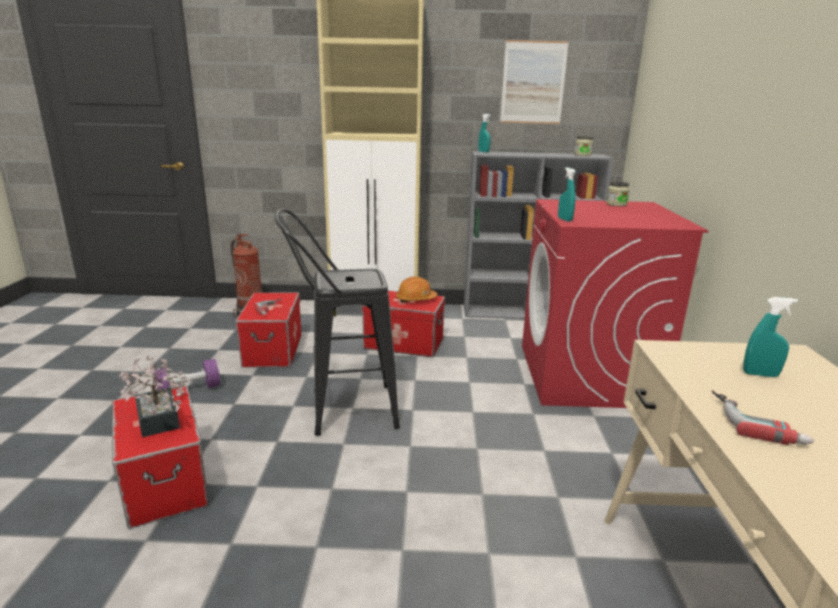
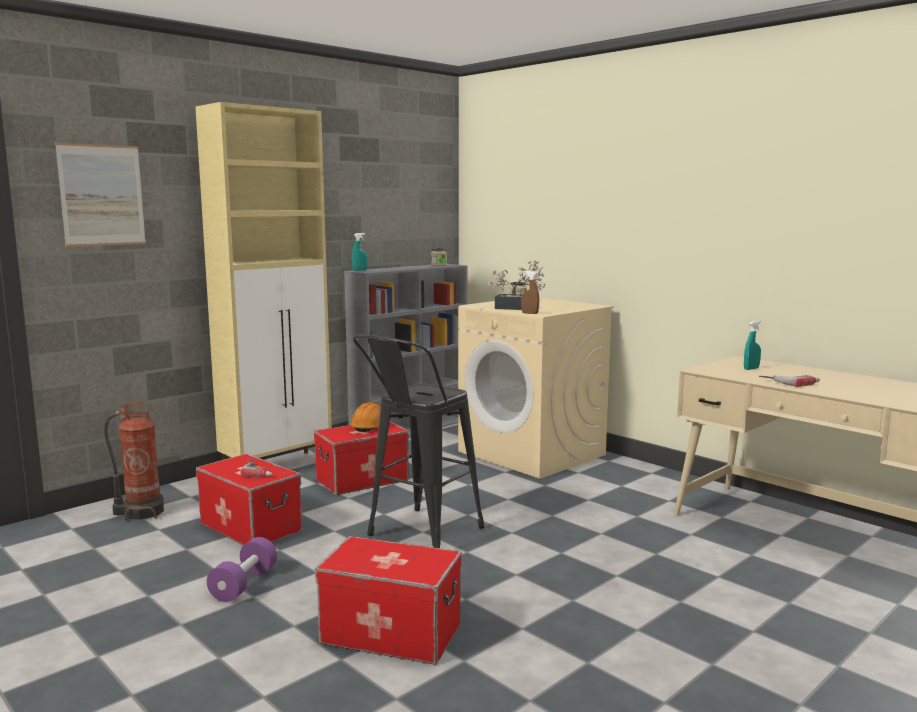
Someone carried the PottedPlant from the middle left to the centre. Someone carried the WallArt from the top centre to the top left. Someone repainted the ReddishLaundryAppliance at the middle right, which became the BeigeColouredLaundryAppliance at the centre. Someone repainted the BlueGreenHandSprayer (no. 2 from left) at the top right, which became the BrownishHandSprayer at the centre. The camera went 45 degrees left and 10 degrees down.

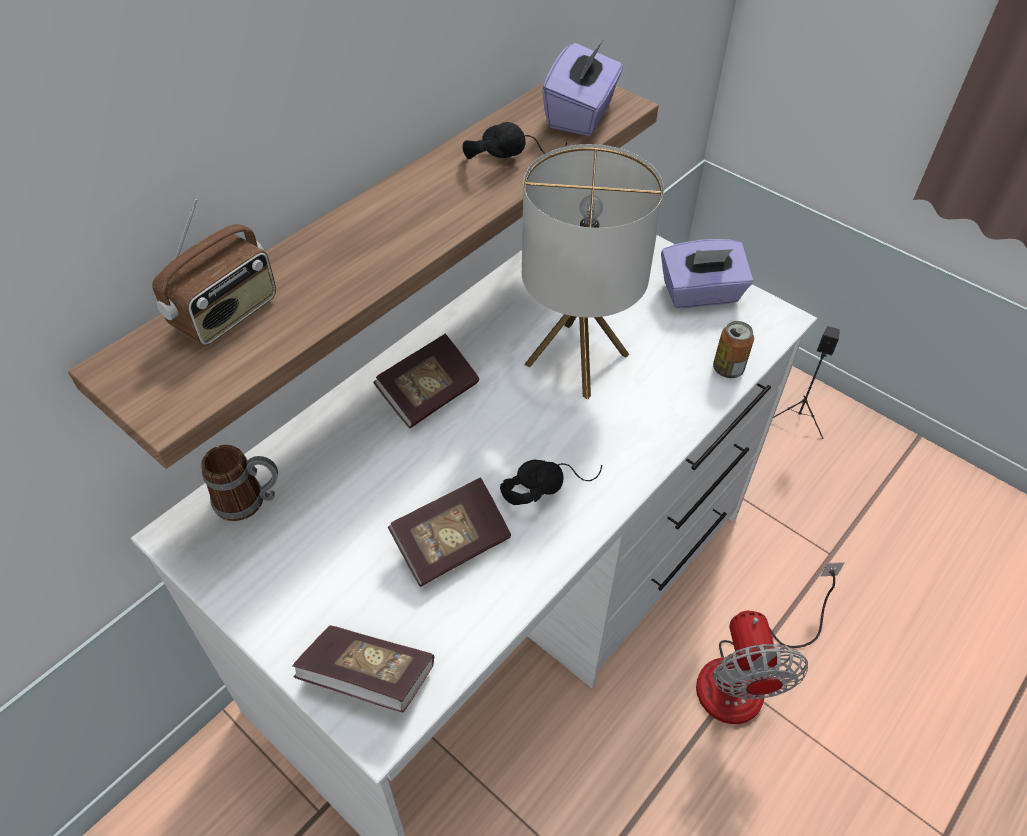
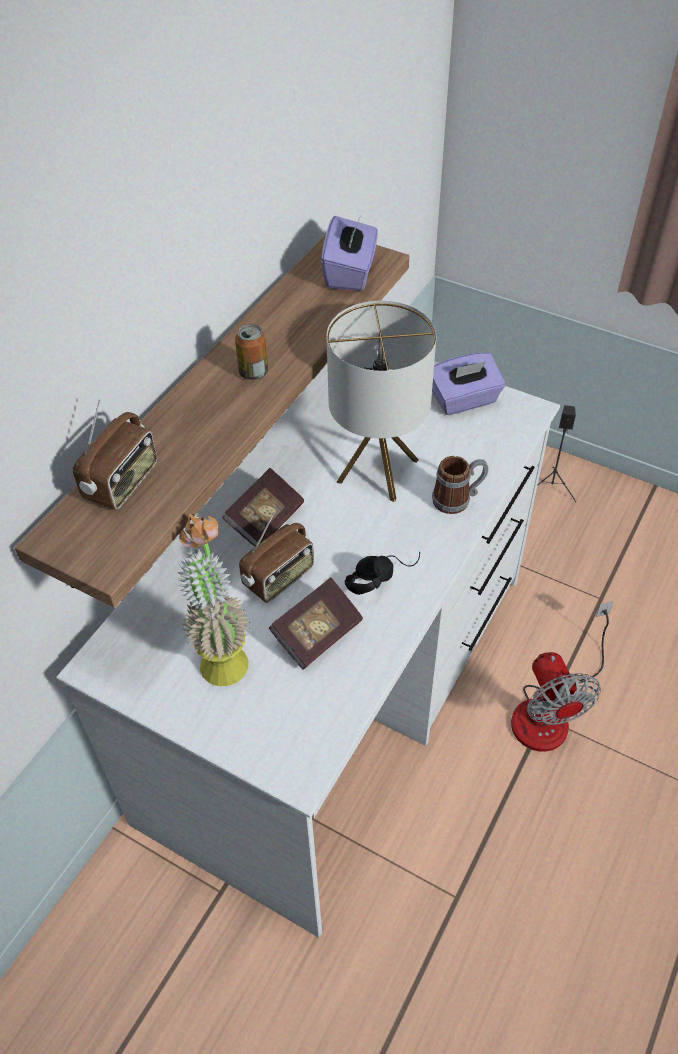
Someone took away the Volume (no. 1 from left) at the bottom centre. Someone took away the BlackHeadphones (no. 1 from left) at the top centre. Someone put down the PottedPlant at the middle left. Someone put down the Radio (no. 2 from left) at the centre. Someone carried the Mug from the middle left to the middle right. Someone carried the SealedCan from the middle right to the centre. The camera went 10 degrees left and 0 degrees up.

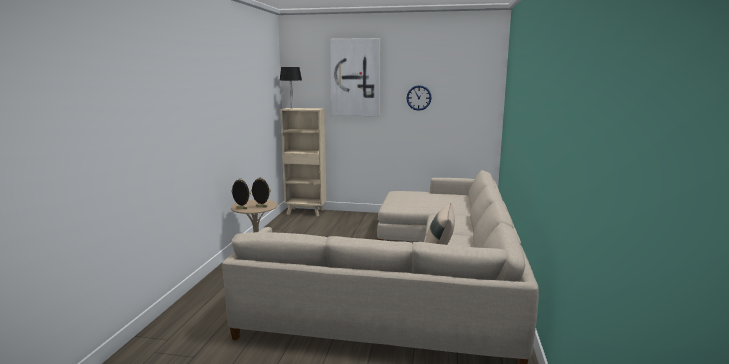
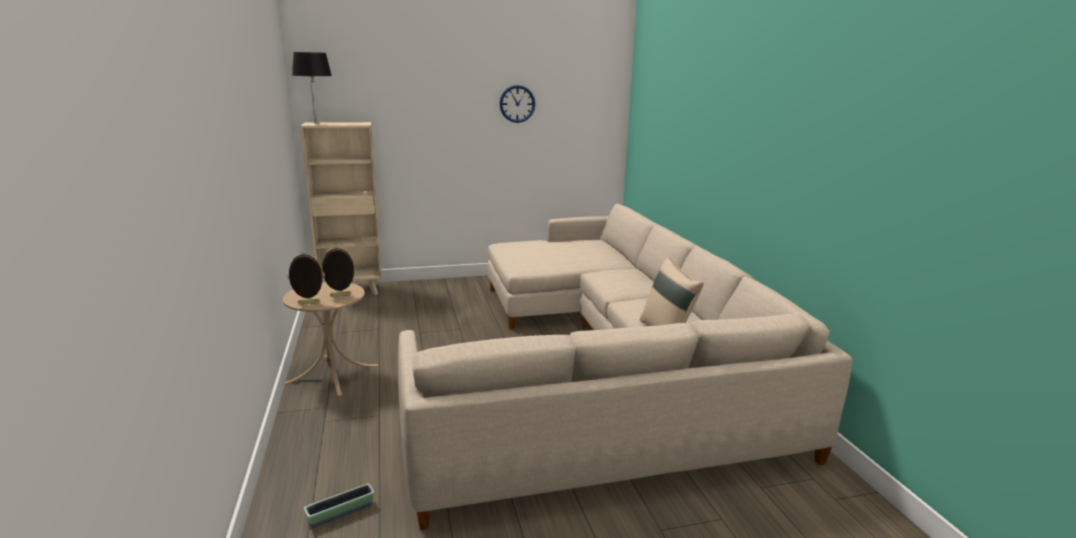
Someone took away the WallArt at the top centre. Someone put down the PlantPot at the bottom left. The camera went 25 degrees left and 5 degrees up.

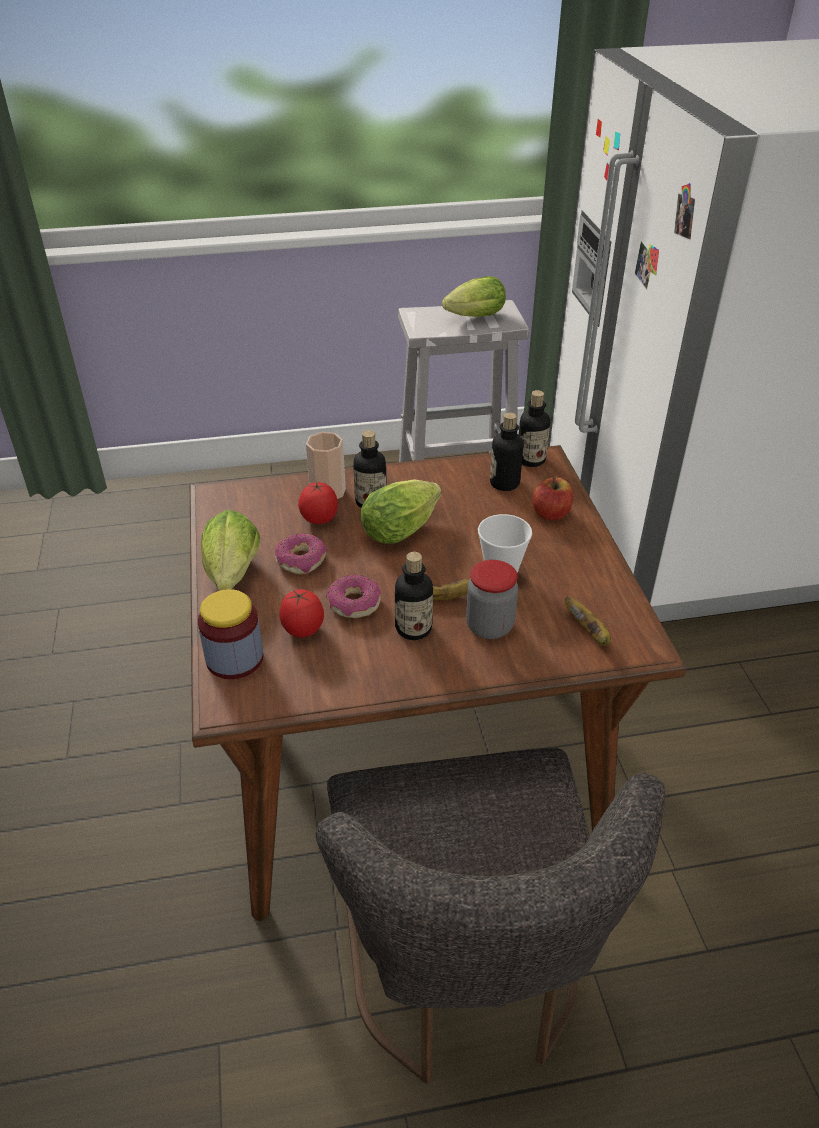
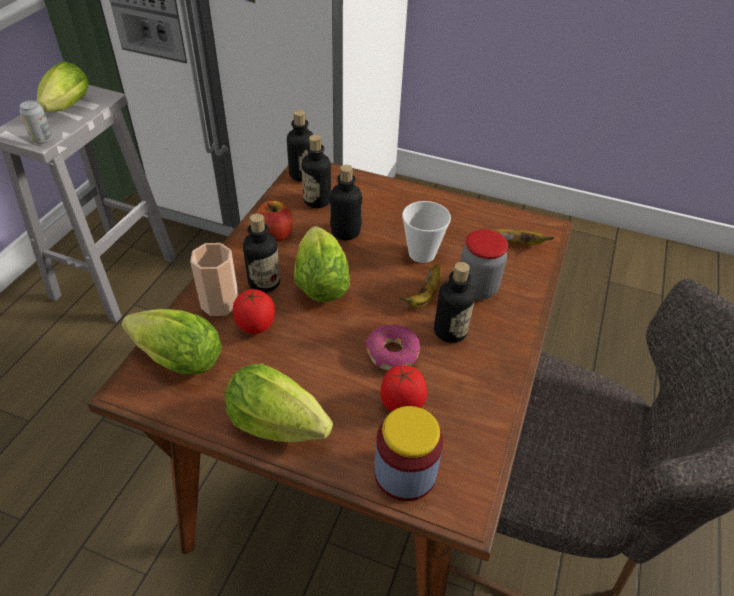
Someone took away the Doughnut (no. 1 from left) at the centre. Someone put down the SealedCan at the top left. Someone put down the HeadOfLettuce (no. 2 from left) at the middle left. Someone put down the BeverageBottle (no. 4 from left) at the centre. Someone carried the AppleFruit from the middle right to the centre. The camera went 60 degrees left and 5 degrees up.

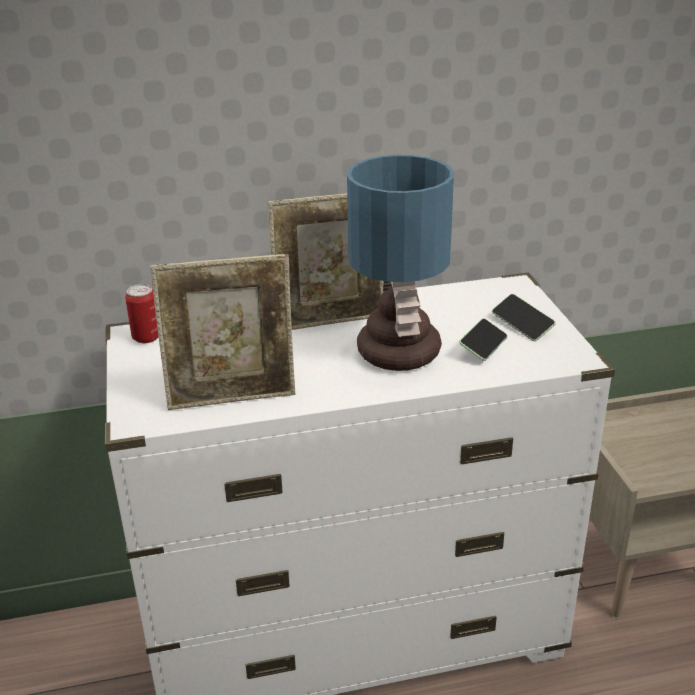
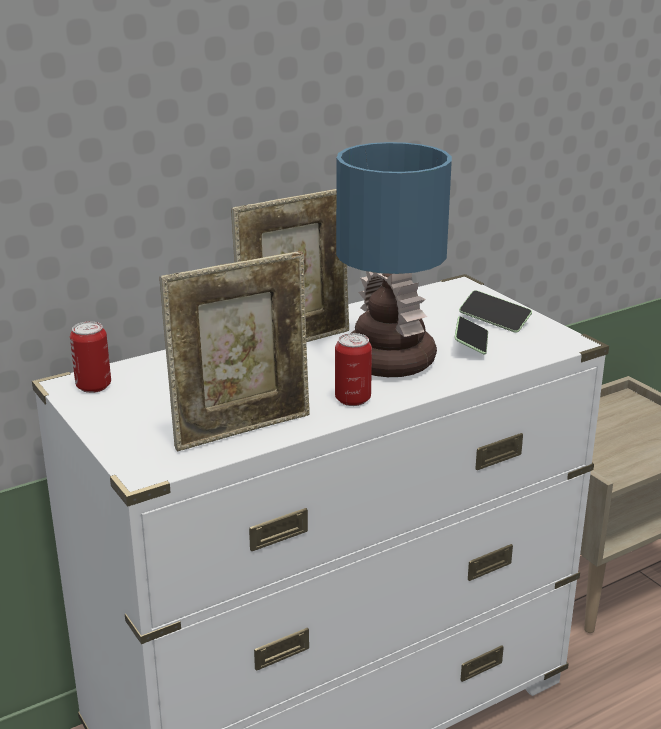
Someone put down the SealedCan (no. 2 from left) at the centre. The camera went 20 degrees left and 5 degrees down.

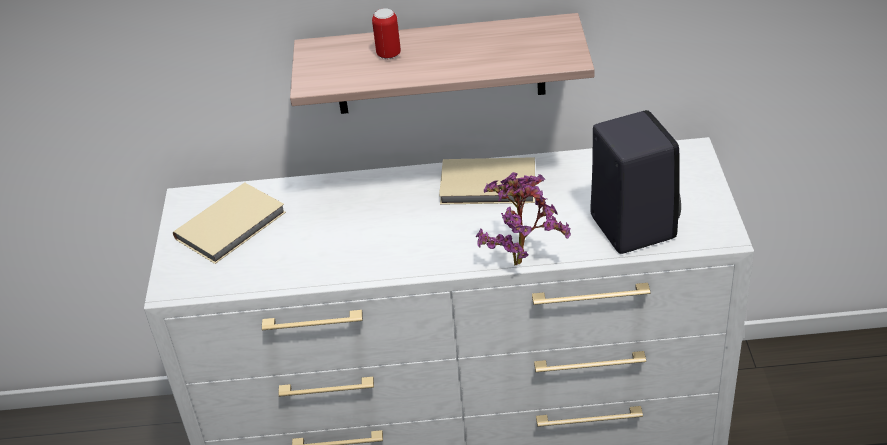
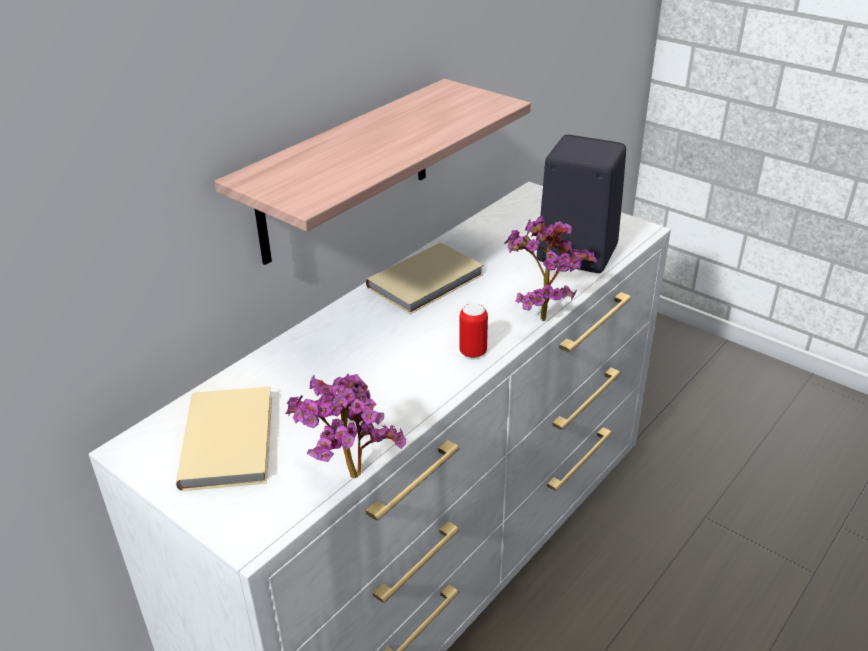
Someone put down the PottedPlant (no. 1 from left) at the centre. Someone carried the SealedCan from the top centre to the centre. The camera went 50 degrees left and 5 degrees down.

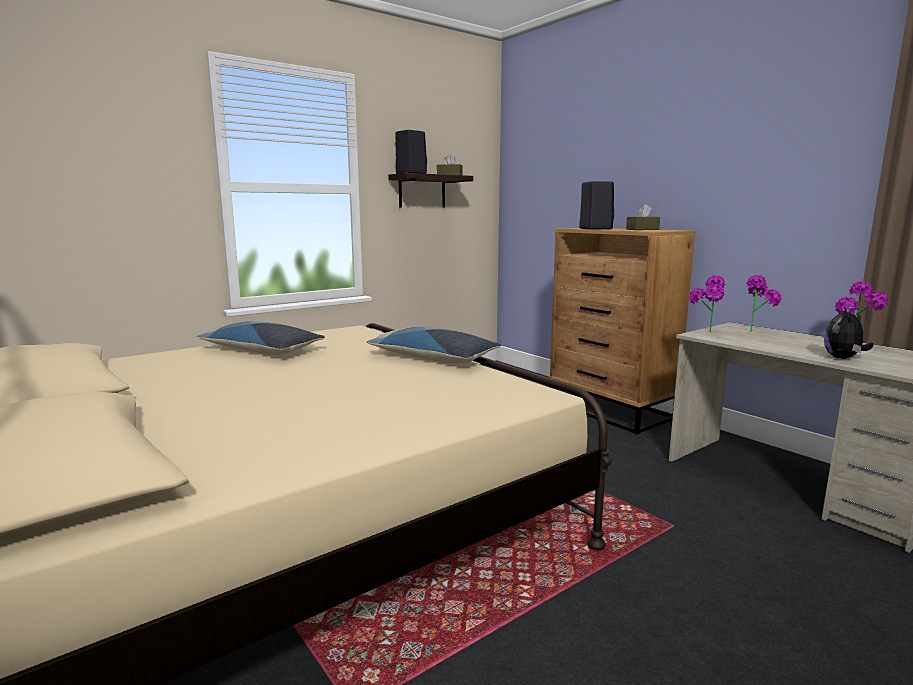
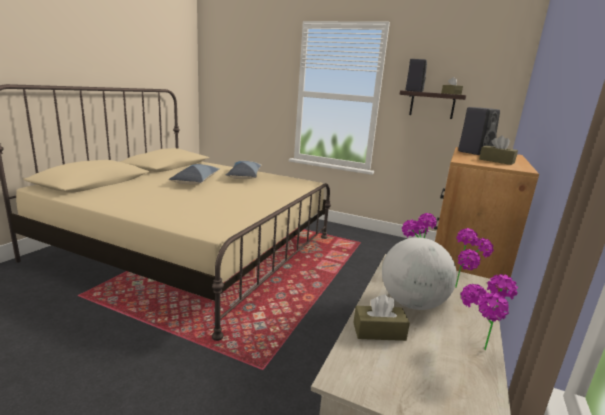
Someone put down the Globe at the middle right. Someone carried the Pillow (no. 2 from left in the first image) from the centre to the middle left. Someone swapped the CuddlyToy at the middle right for the BrownishBoxOfTissues (no. 1 from left) at the bottom centre. The camera went 60 degrees right and 5 degrees up.

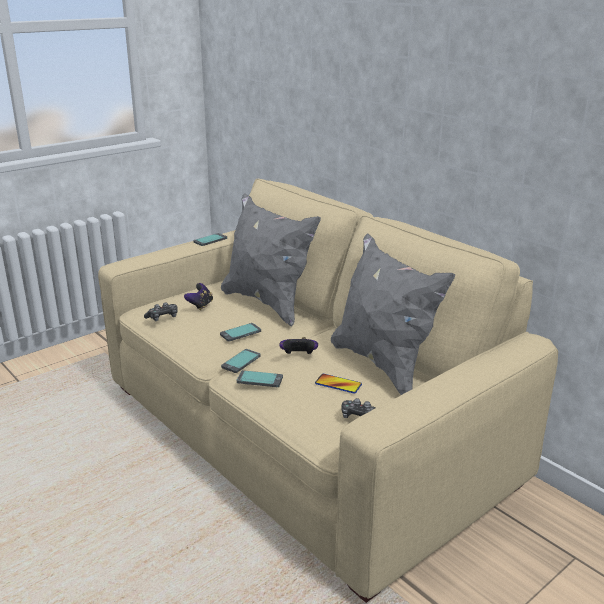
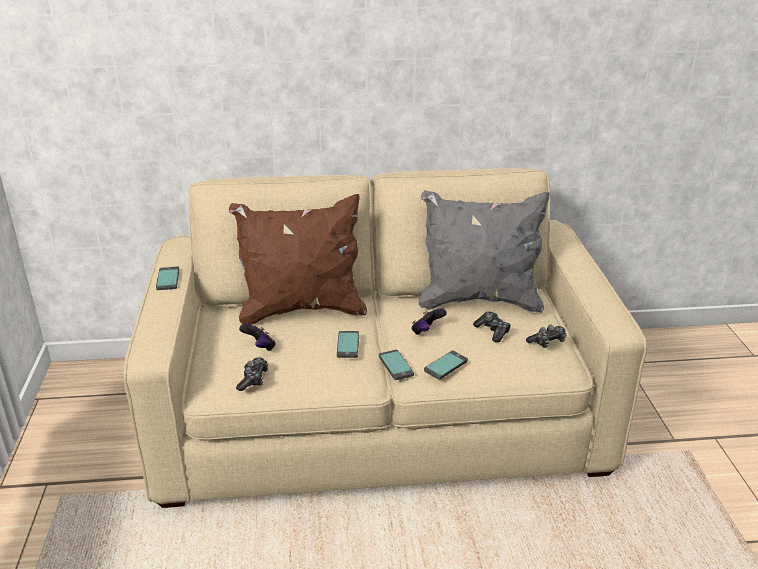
Someone swapped the Phone (no. 5 from left) at the centre for the GameController (no. 4 from left) at the centre. Someone repainted the GreyishPillow (no. 1 from left) at the centre, which became the BrownishPillow at the centre. The camera went 55 degrees left and 5 degrees up.

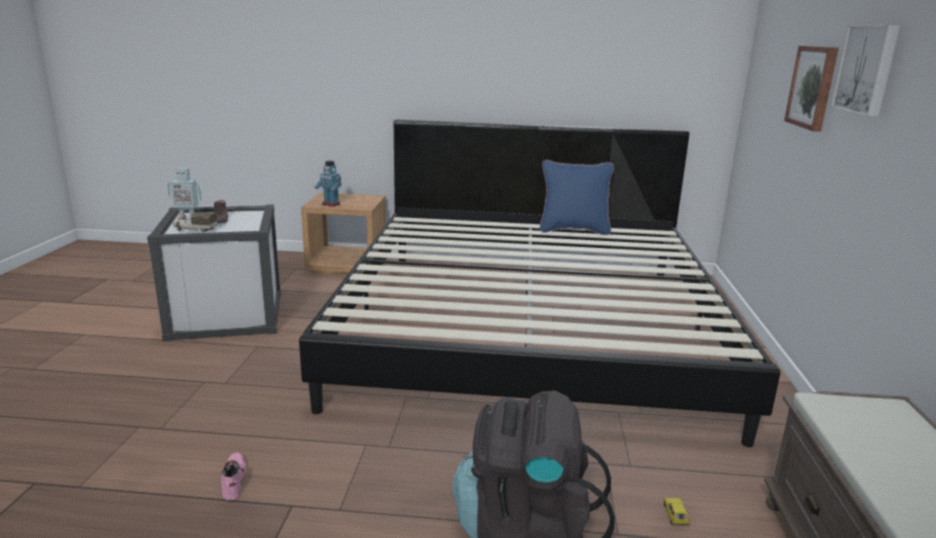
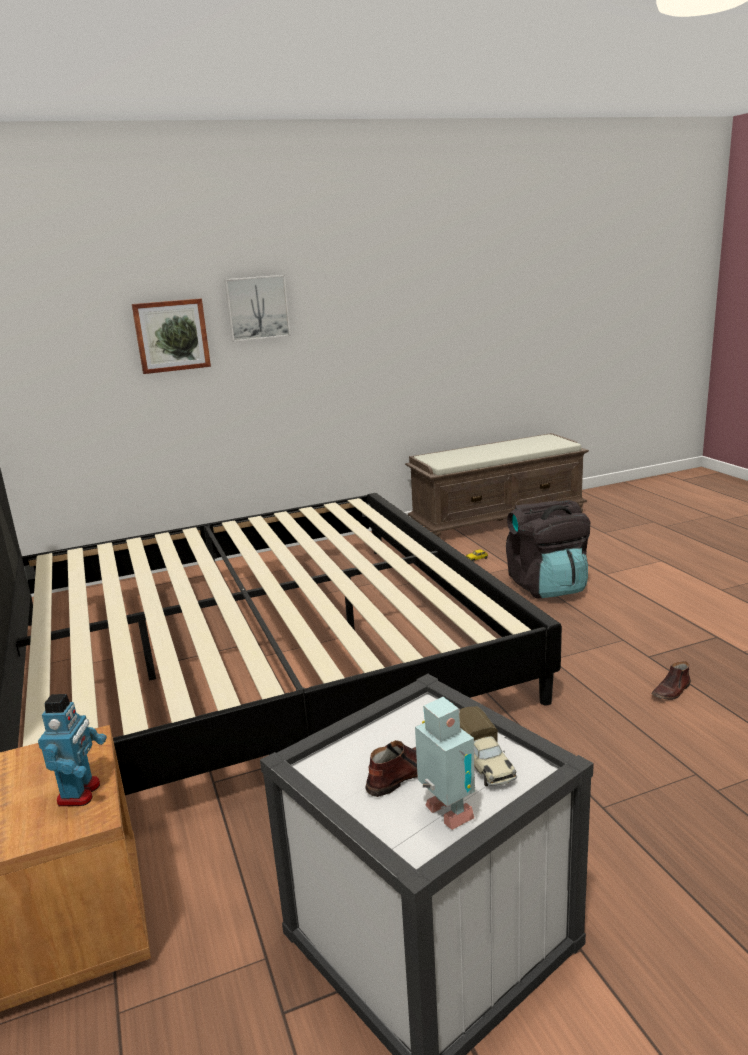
Someone took away the BluishPillow at the centre. Someone repainted the PinkishShoe at the bottom left, which became the BrownishShoe (no. 2 from left) at the middle right. The camera went 115 degrees left and 0 degrees up.

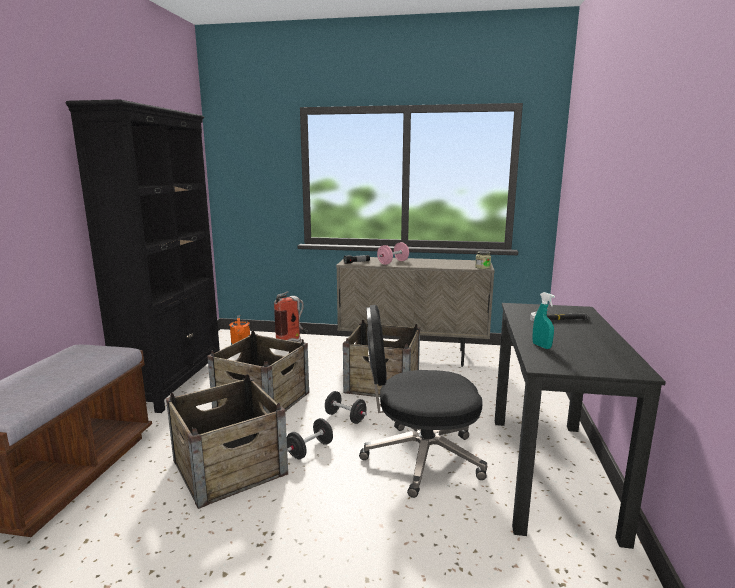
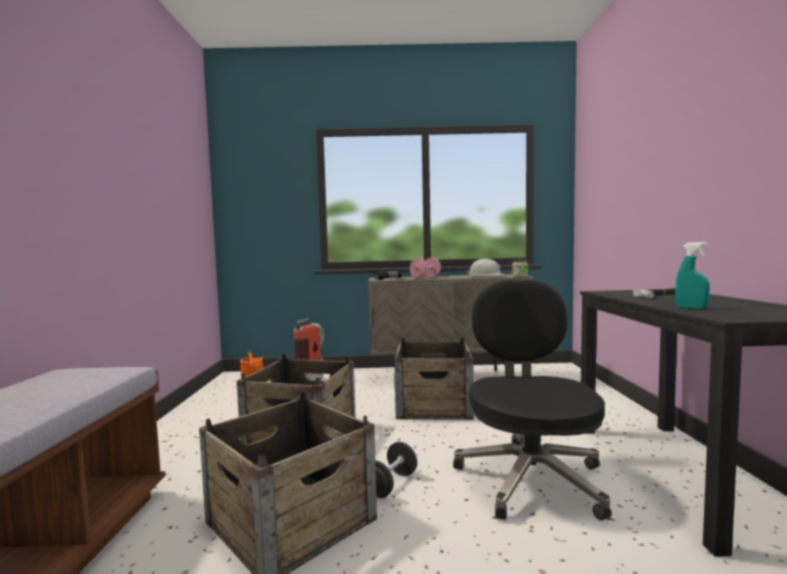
Someone took away the BlackBookshelf at the middle left. Someone took away the BlackFreeWeight (no. 2 from left) at the bottom centre. Someone put down the WhiteColouredHardHat at the centre. Someone rotated the BlackComputerChair at the bottom centre by 105 degrees clockwise. The camera went 10 degrees left and 10 degrees down.

